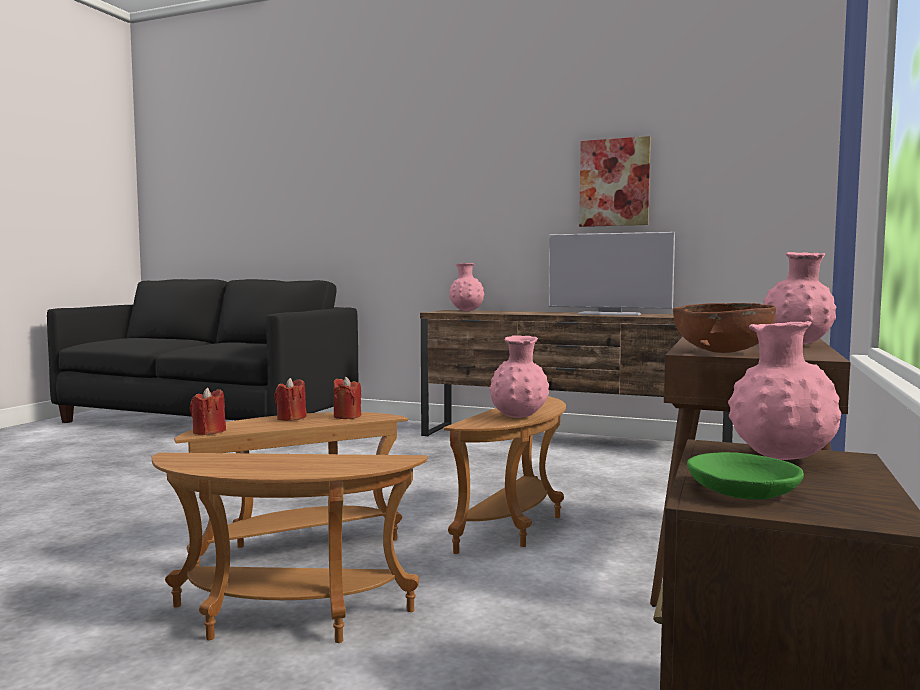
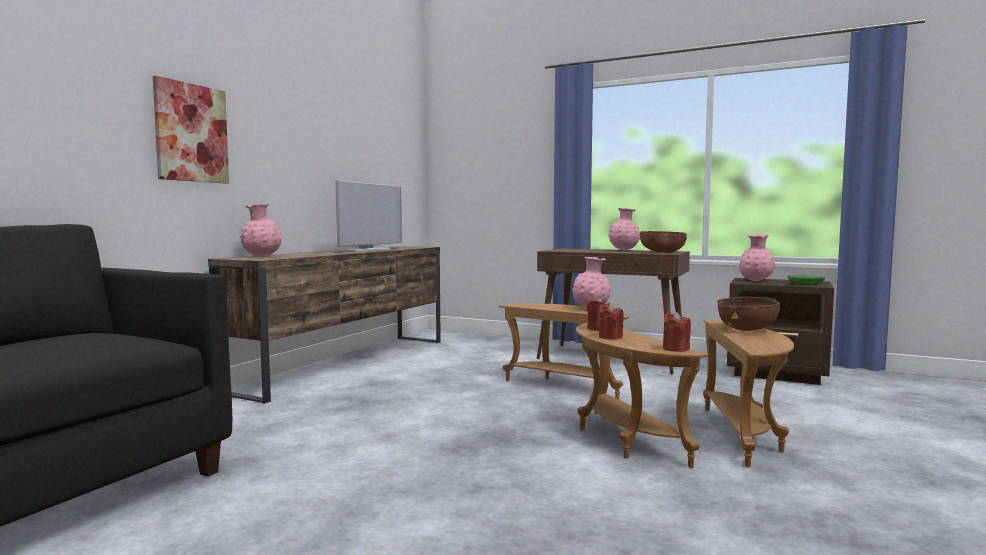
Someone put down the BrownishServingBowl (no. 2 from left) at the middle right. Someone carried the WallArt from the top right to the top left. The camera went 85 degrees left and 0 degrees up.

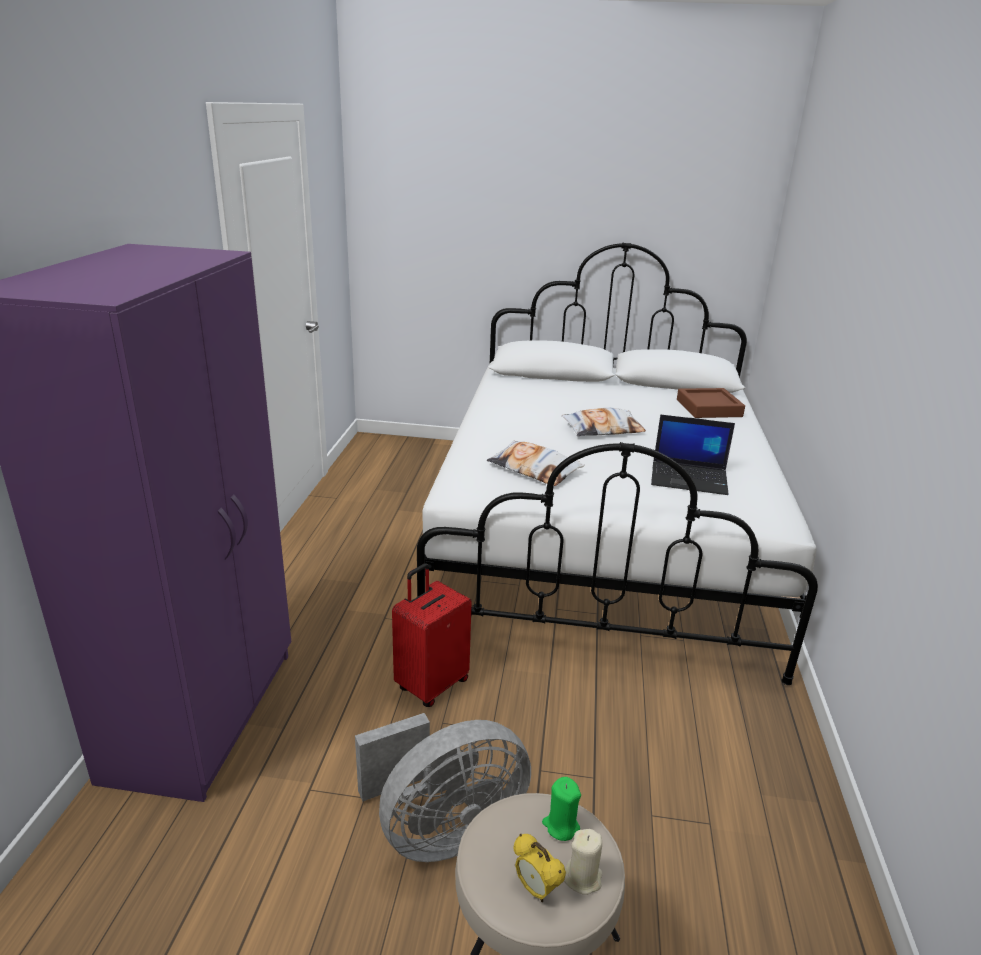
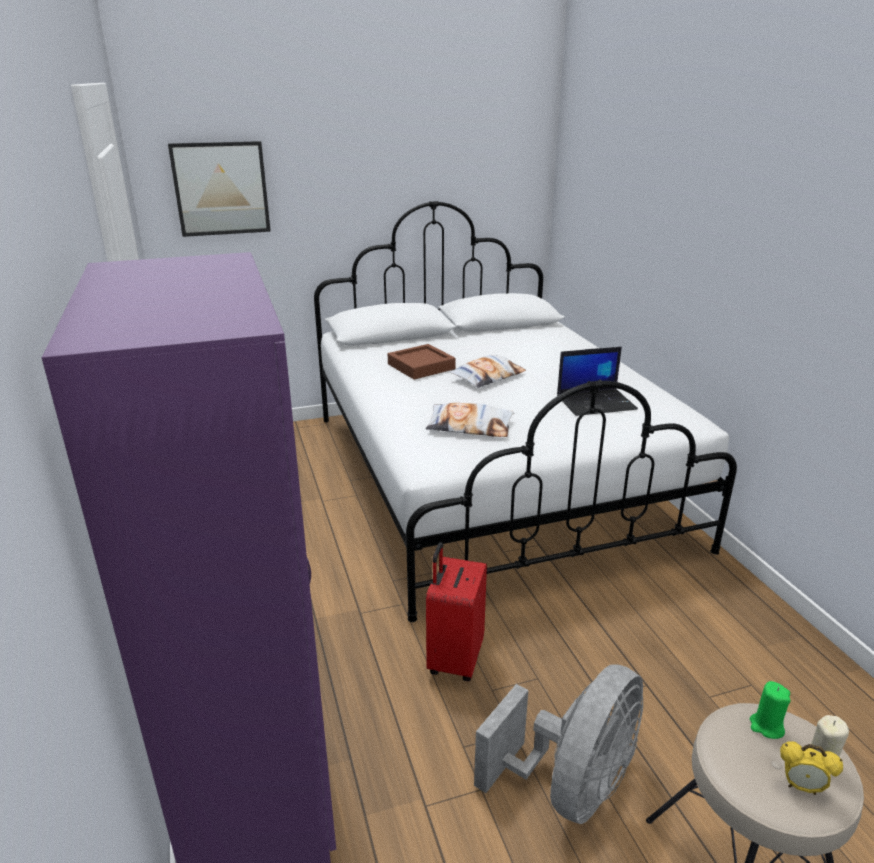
Someone put up the WallArt at the top left. Someone carried the BrownishTray from the middle right to the centre. The camera went 25 degrees left and 0 degrees up.

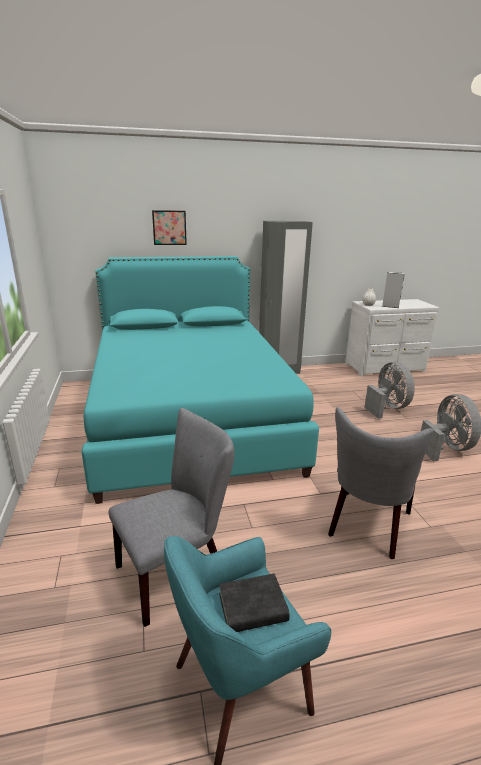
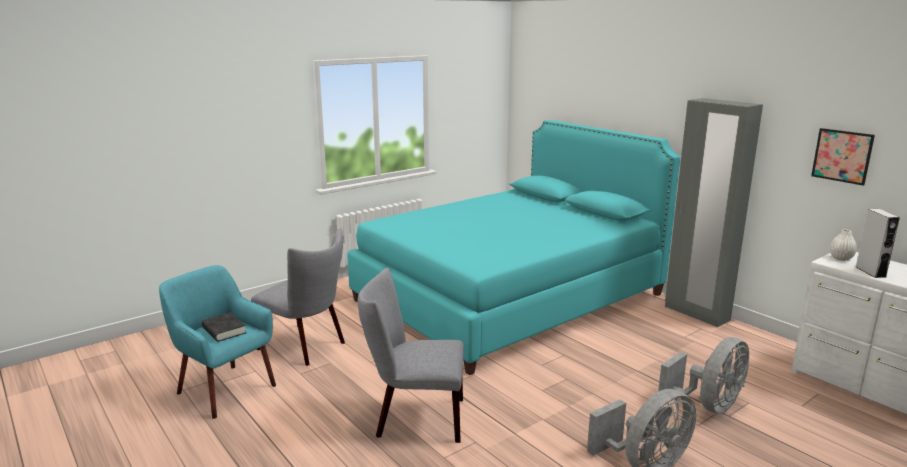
Someone carried the WallArt from the top centre to the middle right. The camera went 65 degrees right and 5 degrees down.

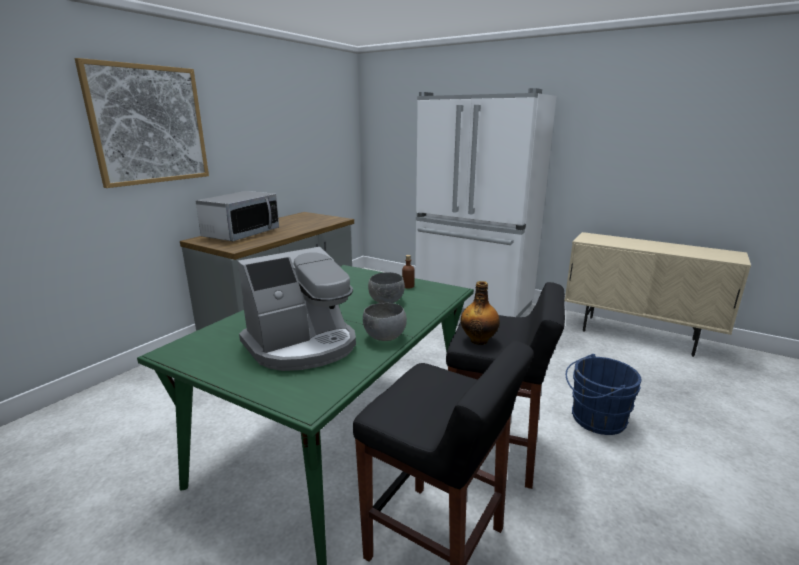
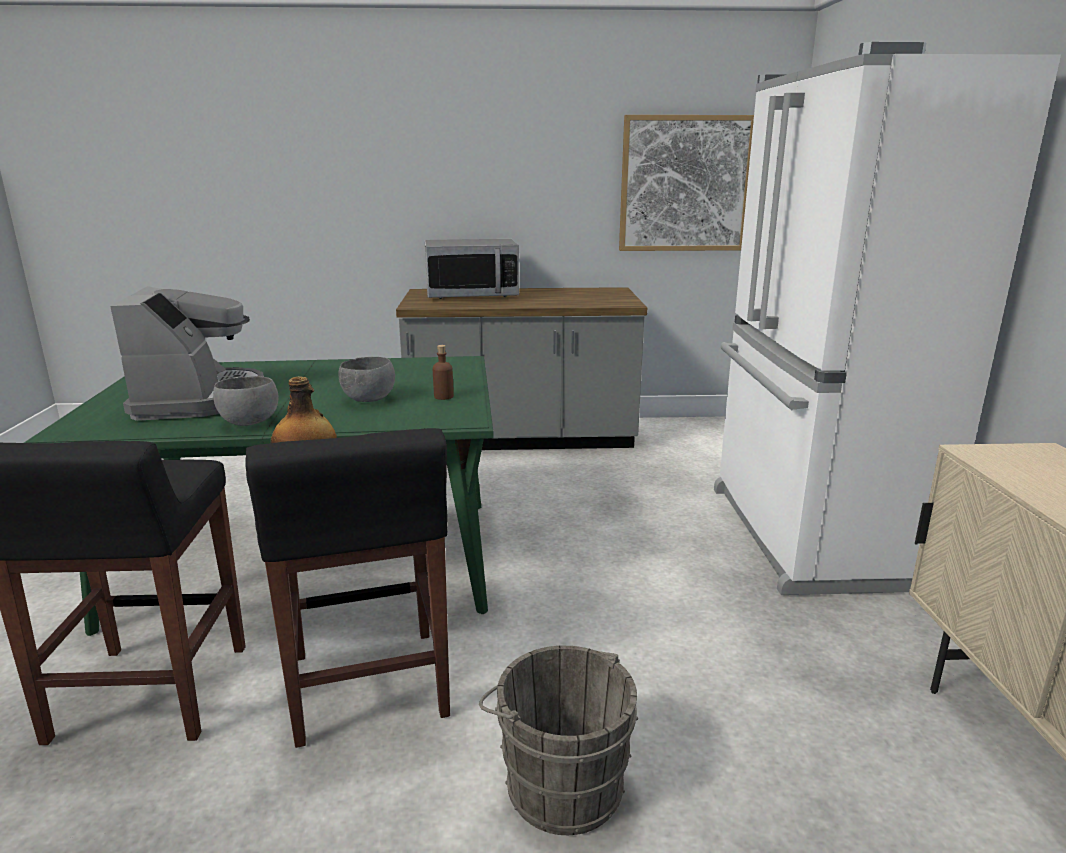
Someone carried the WallArt from the top left to the top centre. Someone repainted the BluishBucket at the bottom right, which became the GreyishBucket at the bottom centre. Someone rotated the CoffeeMachine at the centre by 120 degrees counterclockwise. The camera went 55 degrees right and 0 degrees up.

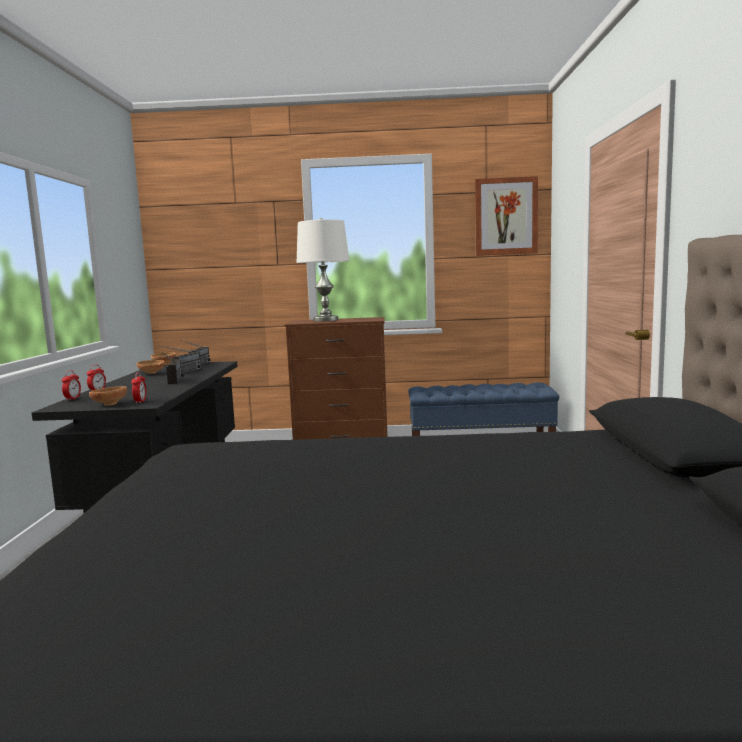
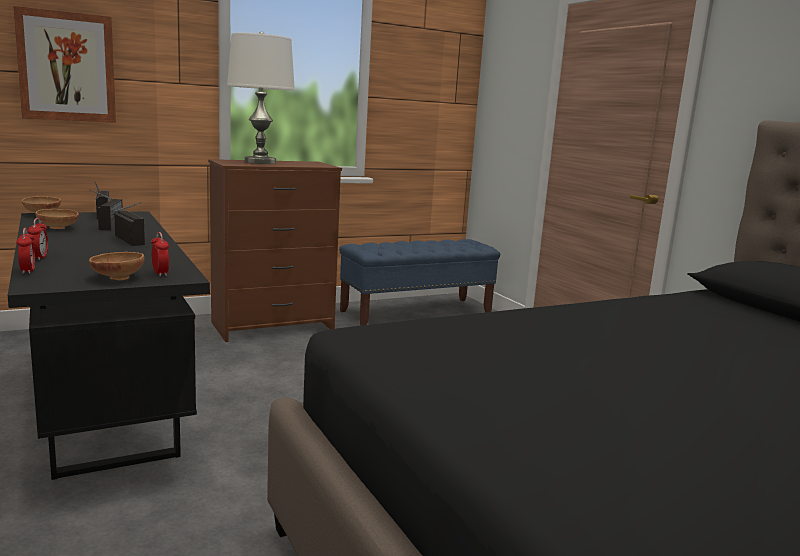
Someone carried the WallArt from the top right to the top left. The camera went 30 degrees left and 5 degrees up.

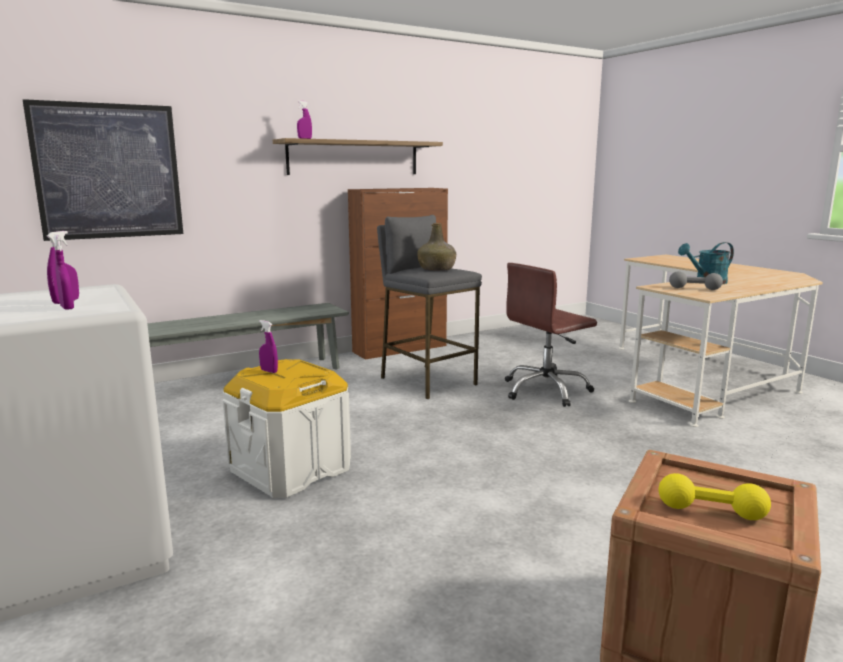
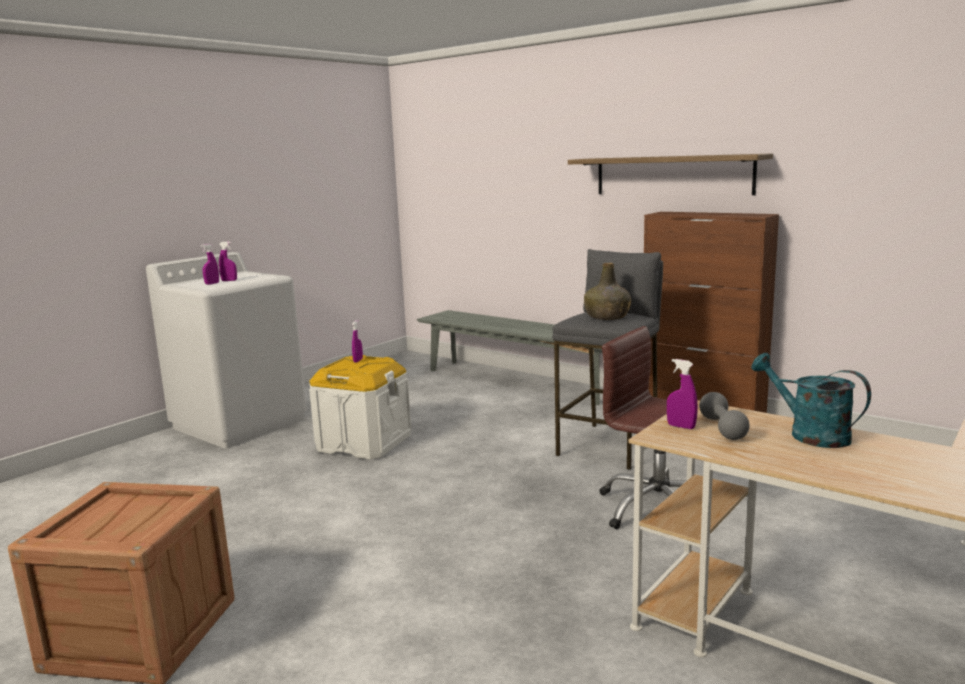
Someone took away the WallArt at the top left. Someone took away the YellowFreeWeight at the bottom right. Someone carried the PurpleColouredHandSprayer (no. 4 from left) from the top centre to the middle right. The camera went 70 degrees right and 0 degrees up.

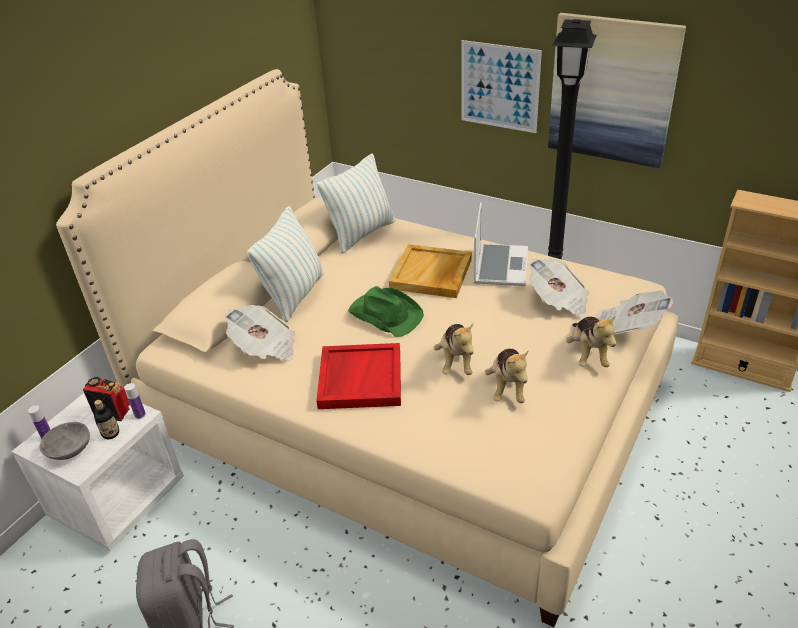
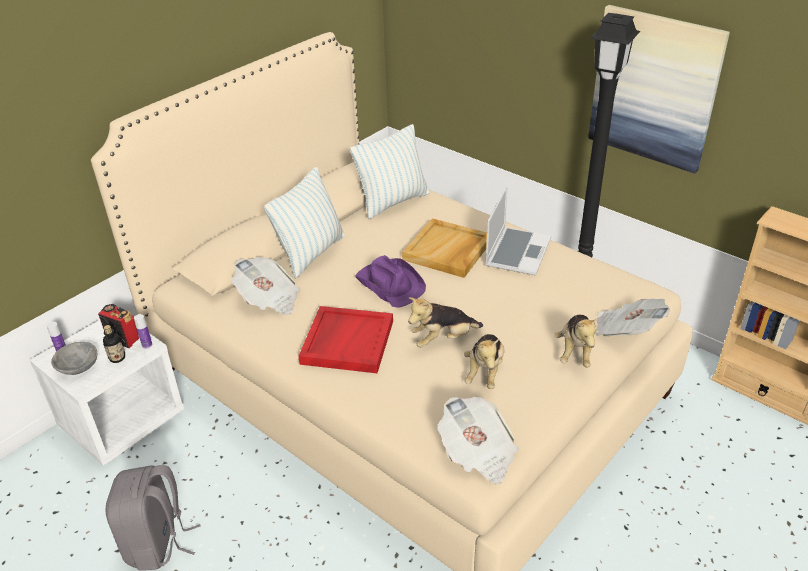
Someone took away the WallArt (no. 1 from left) at the top centre. Someone carried the Newspaper (no. 2 from left) from the middle right to the bottom centre. Someone repainted the GreenColouredHat at the centre, which became the PurpleColouredHat at the centre. Someone rotated the CuddlyToy (no. 1 from left) at the centre by 60 degrees clockwise. The camera went 10 degrees right and 0 degrees up.

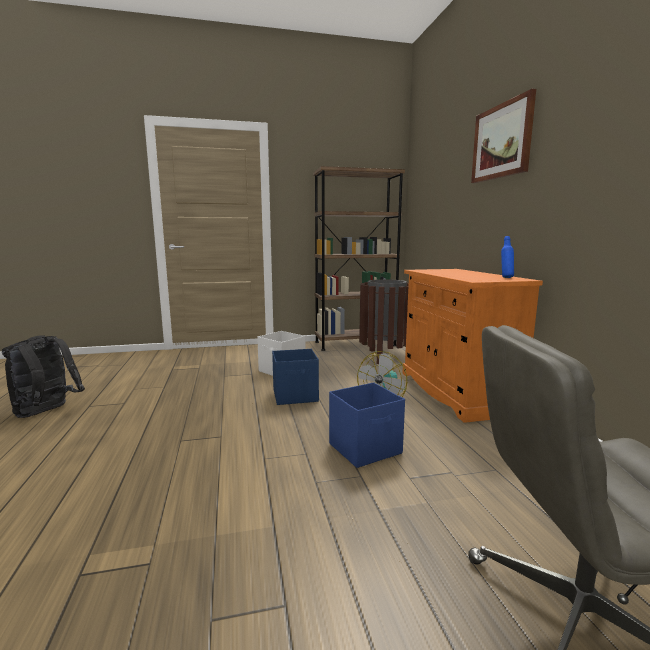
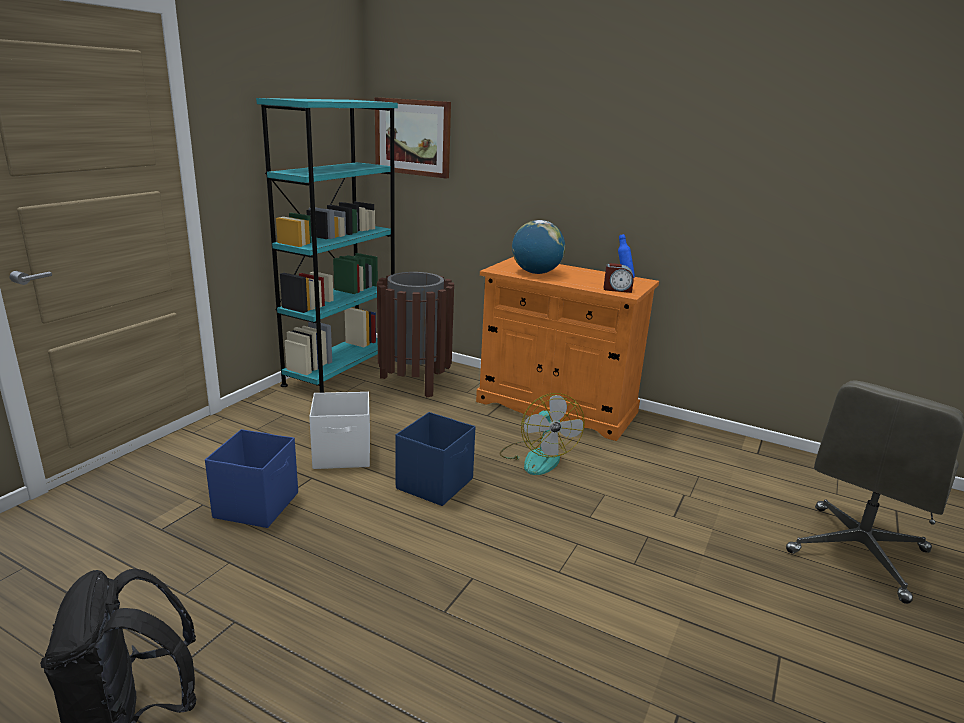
Someone put down the Globe at the centre. Someone put down the TableClock at the centre. Someone carried the BluishStorageBin (no. 2 from left in the first image) from the centre to the middle left. Someone carried the WallArt from the top right to the top centre. Someone repainted the BrownishBookshelf at the centre, which became the BlueGreenBookshelf at the centre. The camera went 50 degrees left and 10 degrees up.

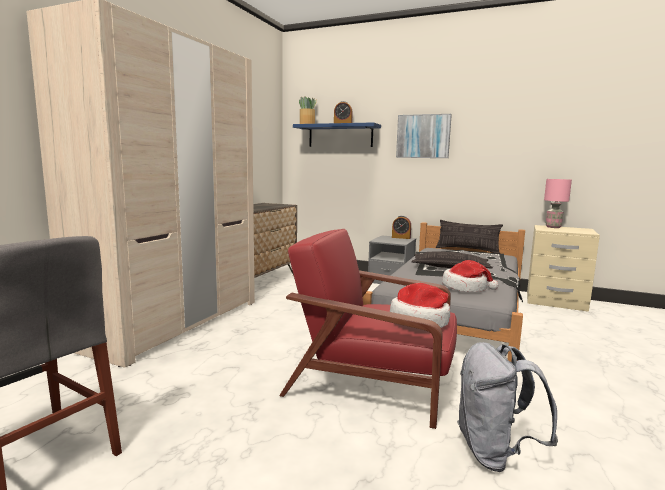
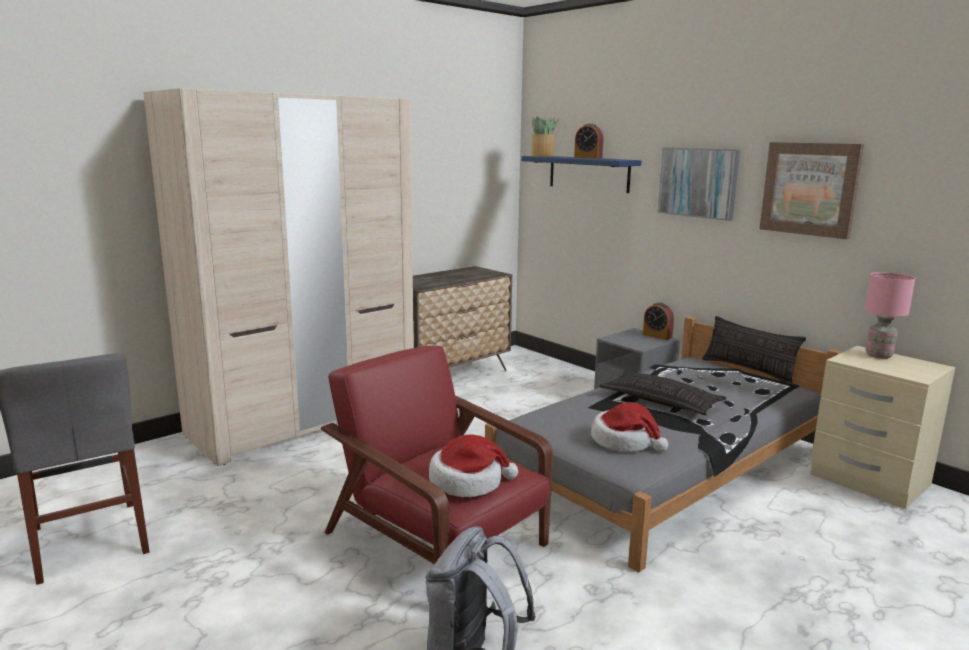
Someone put up the WallArt (no. 2 from left) at the top right. The camera went 25 degrees right and 5 degrees up.

